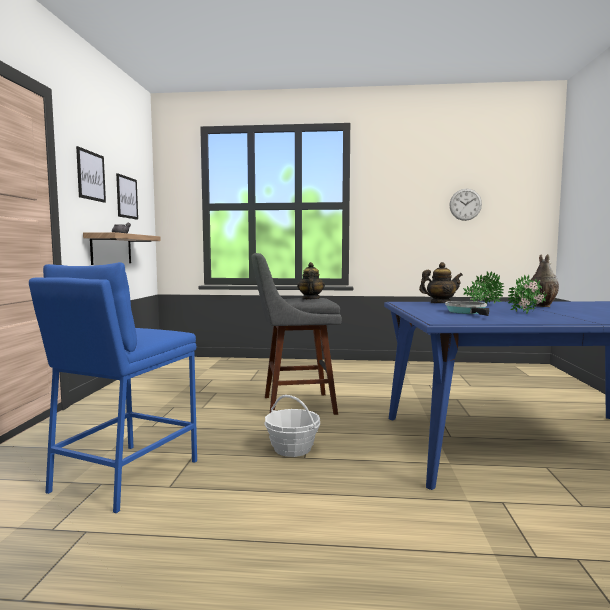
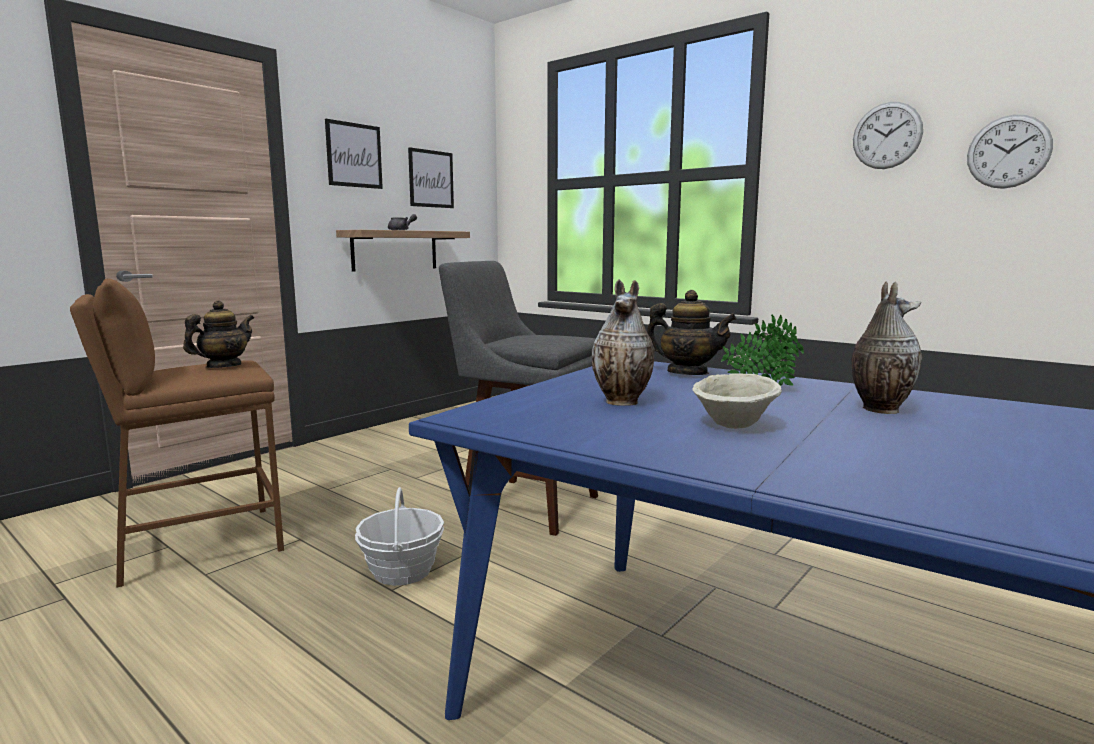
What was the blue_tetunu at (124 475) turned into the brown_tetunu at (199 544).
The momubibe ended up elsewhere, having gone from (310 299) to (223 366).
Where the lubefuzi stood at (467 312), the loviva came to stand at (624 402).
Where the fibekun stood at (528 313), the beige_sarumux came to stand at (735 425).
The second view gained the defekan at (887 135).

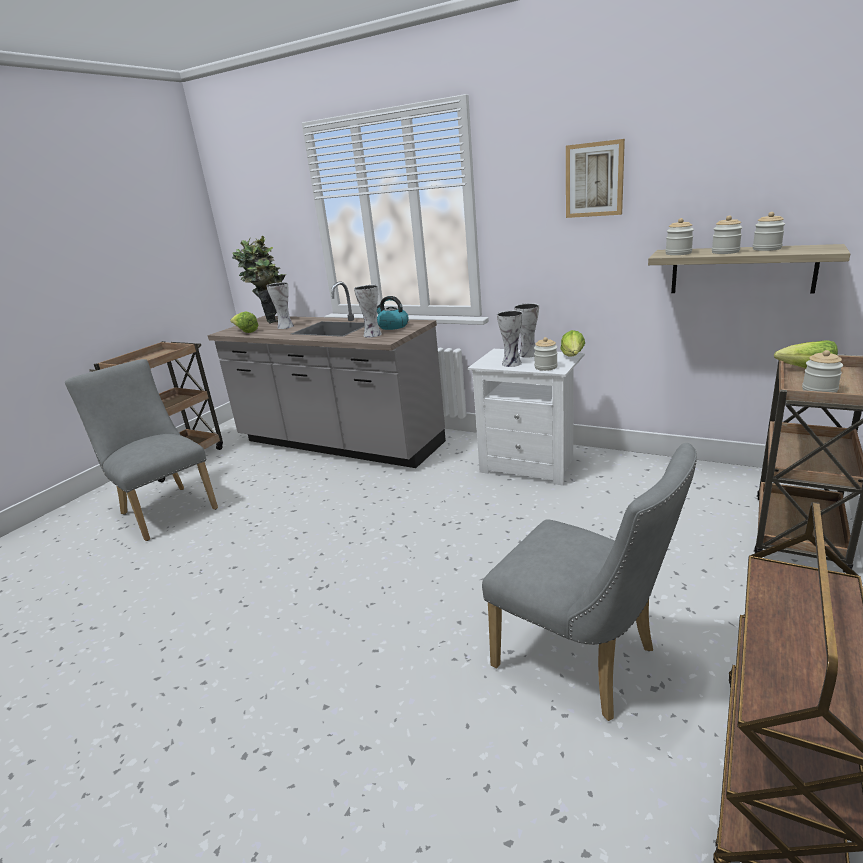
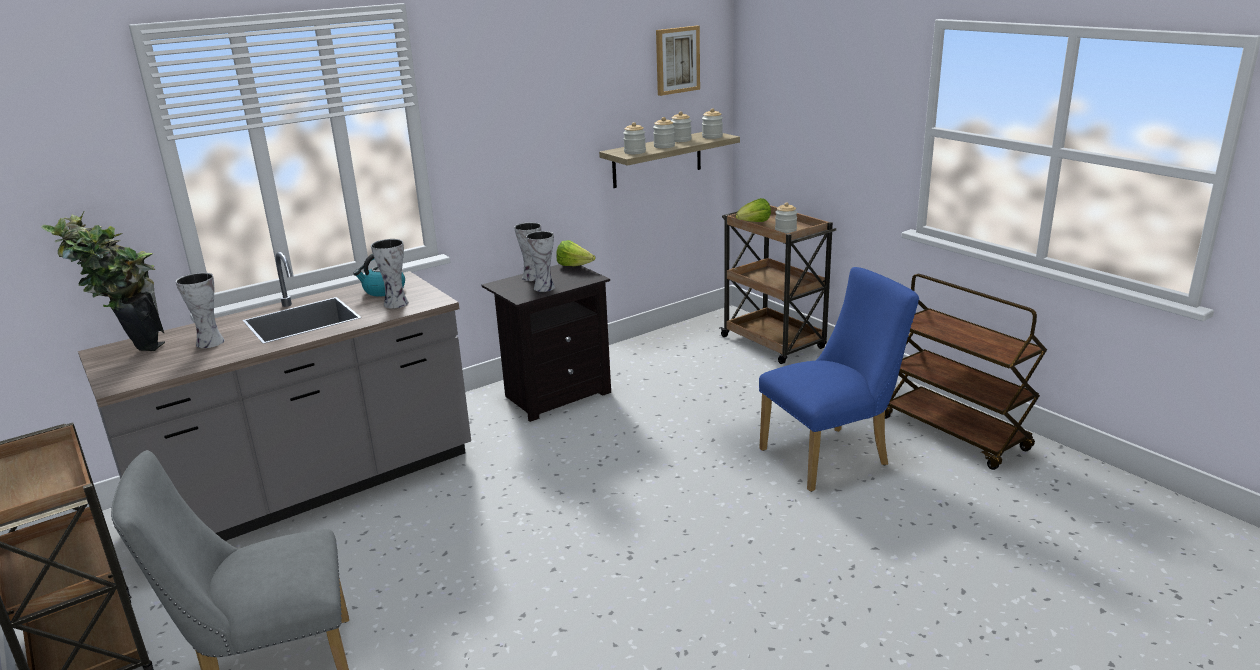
The second view lost the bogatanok at (245 332).
What was the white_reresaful at (530 465) turned into the black_reresaful at (555 395).
What was the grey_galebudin at (585 662) turned into the blue_galebudin at (832 456).
The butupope ended up elsewhere, having gone from (545 367) to (712 137).
The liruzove ended up elsewhere, having gone from (594 179) to (677 60).

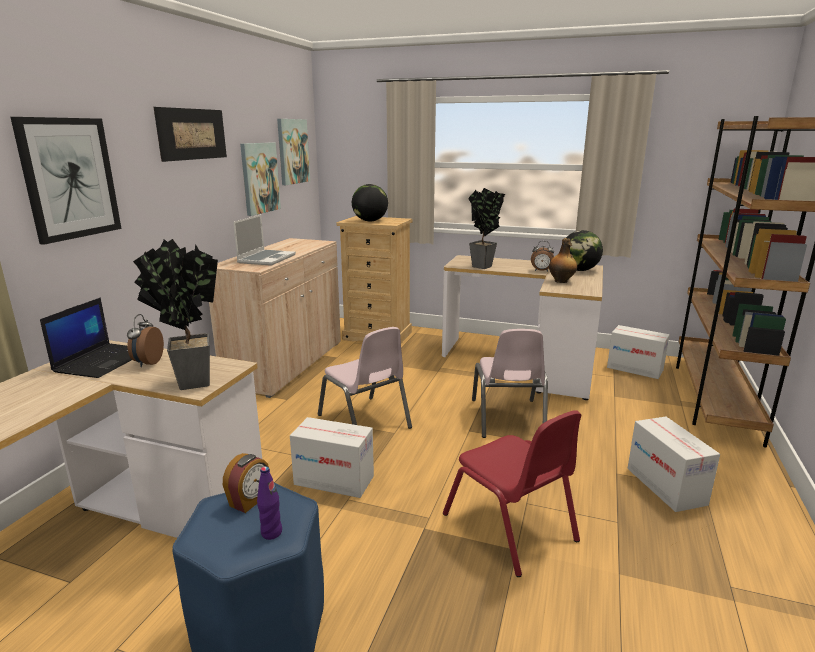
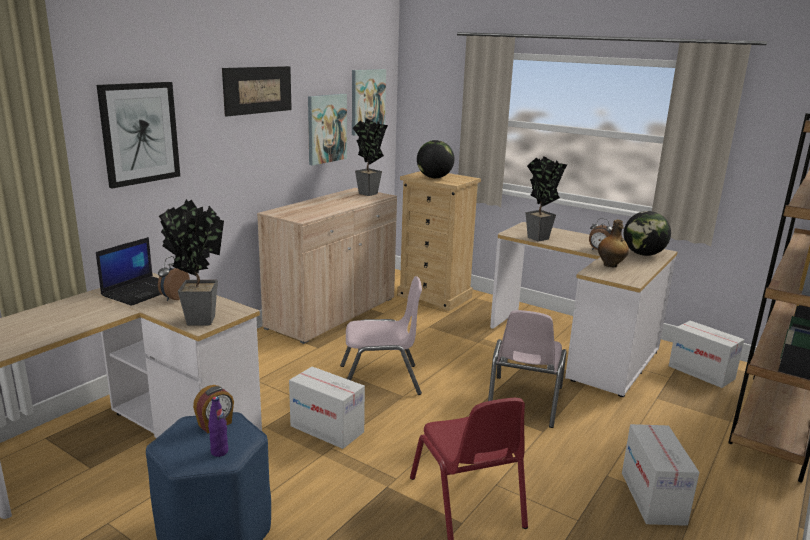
The second view lost the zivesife at (266 259).
The pink_galebudin at (364 421) ended up facing another way, 75 degrees counterclockwise from before.
The second view gained the fibekun at (369 194).

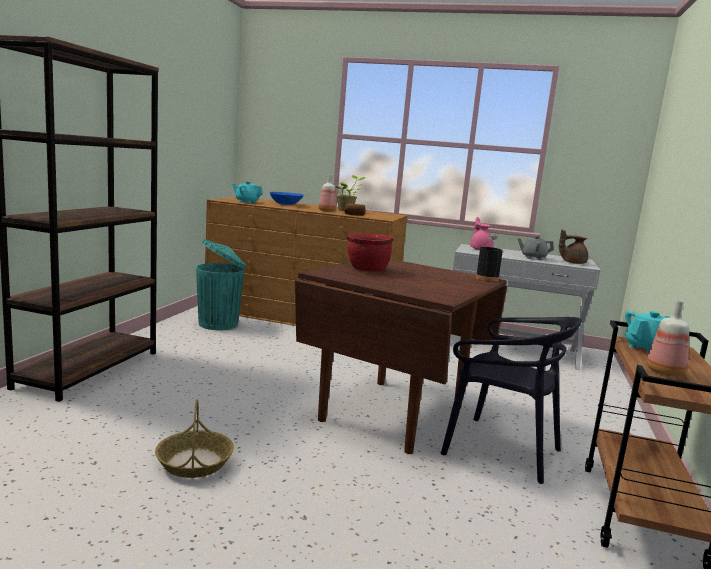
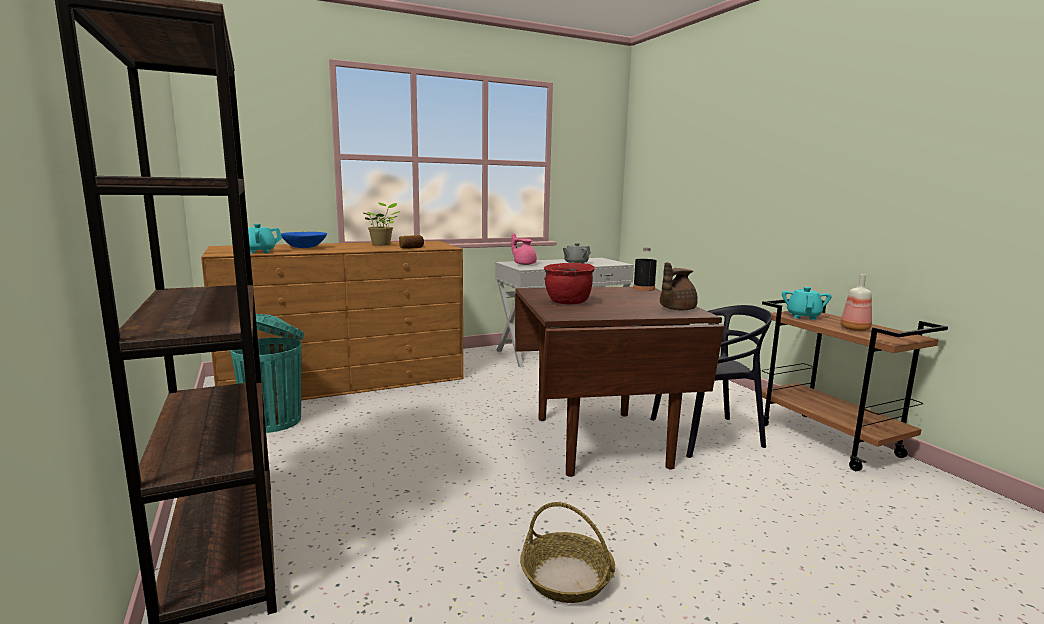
The second view lost the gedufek at (326 211).
The brown_momubibe ended up elsewhere, having gone from (572 262) to (675 309).

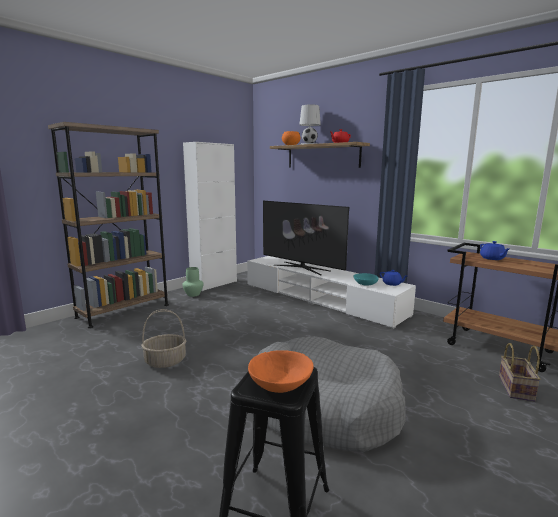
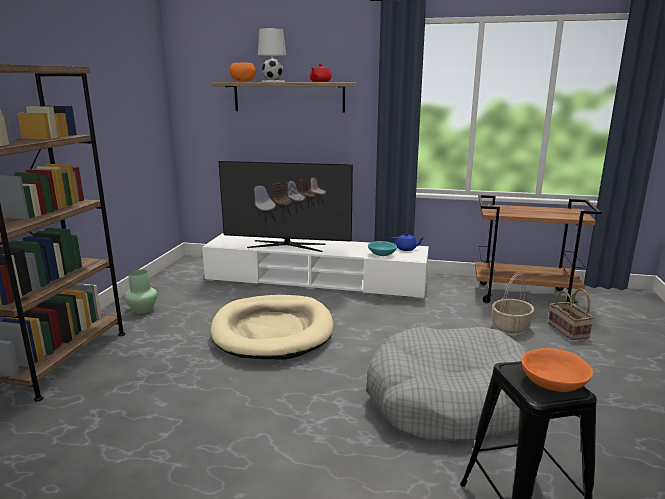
The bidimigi ended up elsewhere, having gone from (165 361) to (510 326).
The second view lost the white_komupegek at (214 284).
The second view lost the blue_momubibe at (492 258).
The second view gained the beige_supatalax at (273 331).

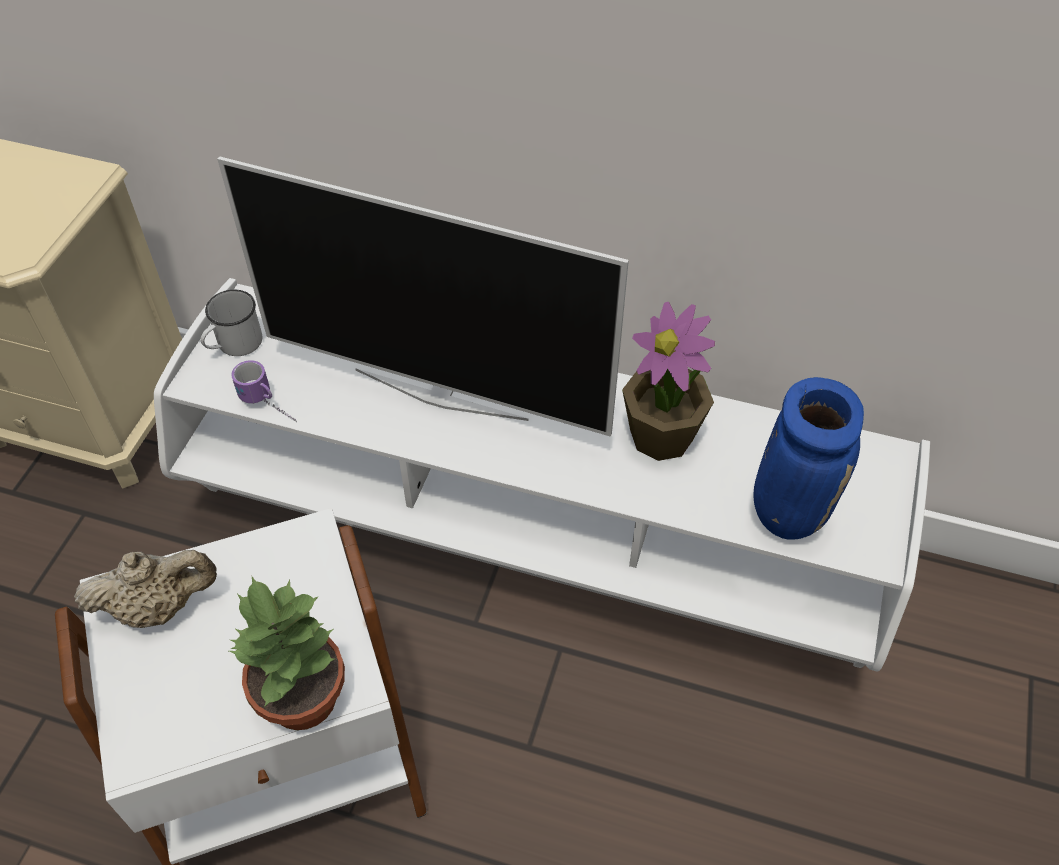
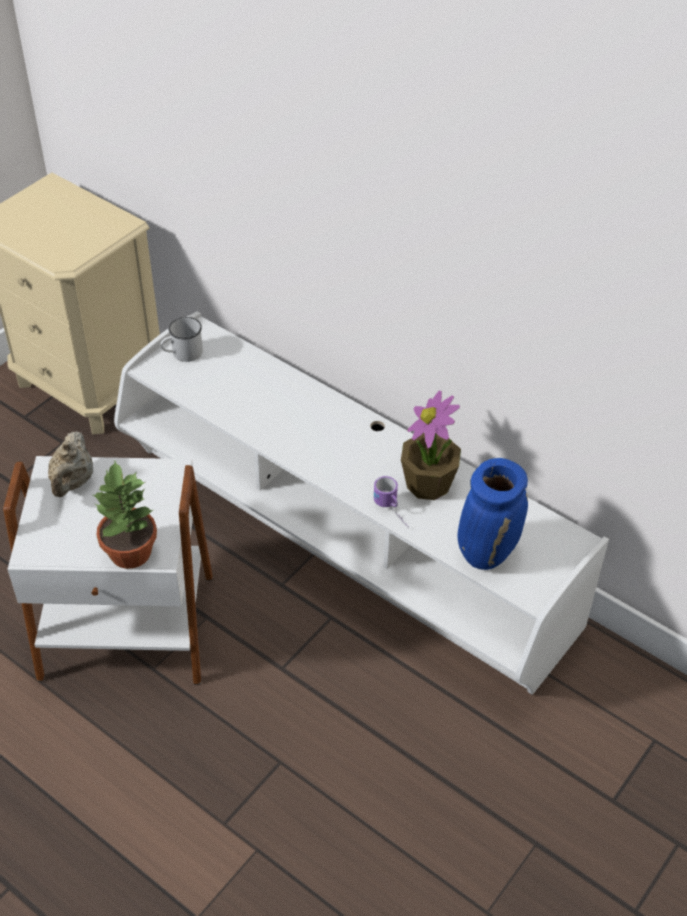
The beige_momubibe at (159 606) ended up facing another way, 90 degrees clockwise from before.
The second view lost the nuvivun at (441 392).
The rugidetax ended up elsewhere, having gone from (270 407) to (392 513).

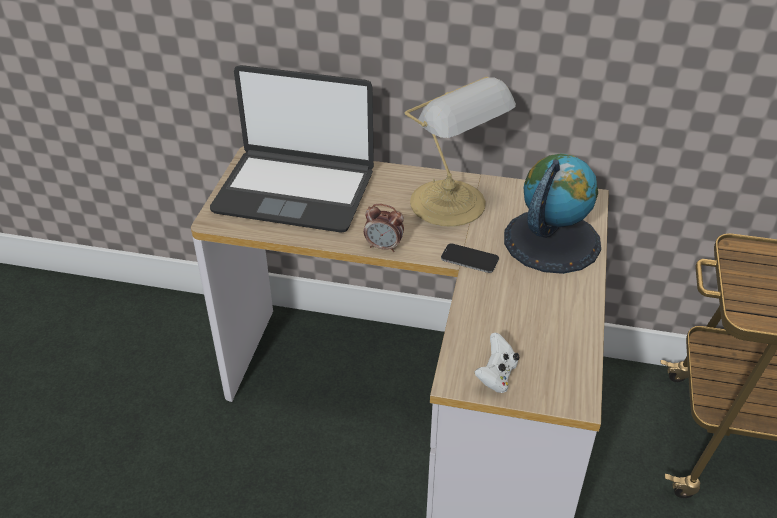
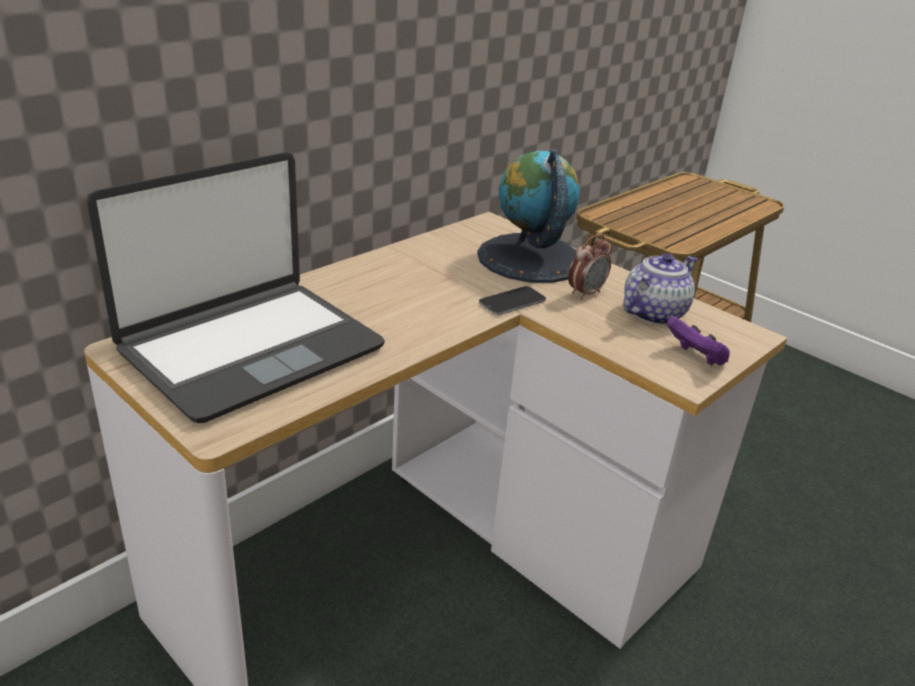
The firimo ended up elsewhere, having gone from (384 247) to (585 293).
The second view lost the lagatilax at (451 204).
What was the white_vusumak at (496 376) turned into the purple_vusumak at (695 358).
The second view gained the momubibe at (654 313).

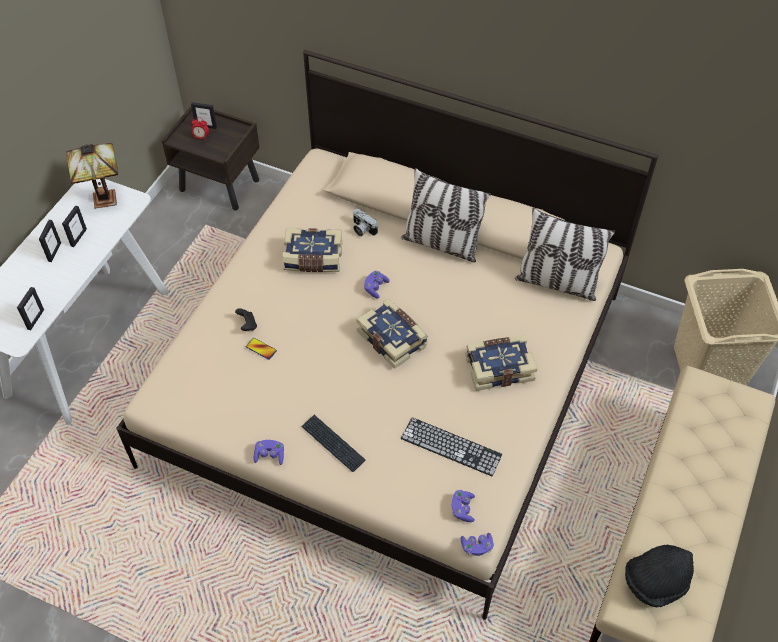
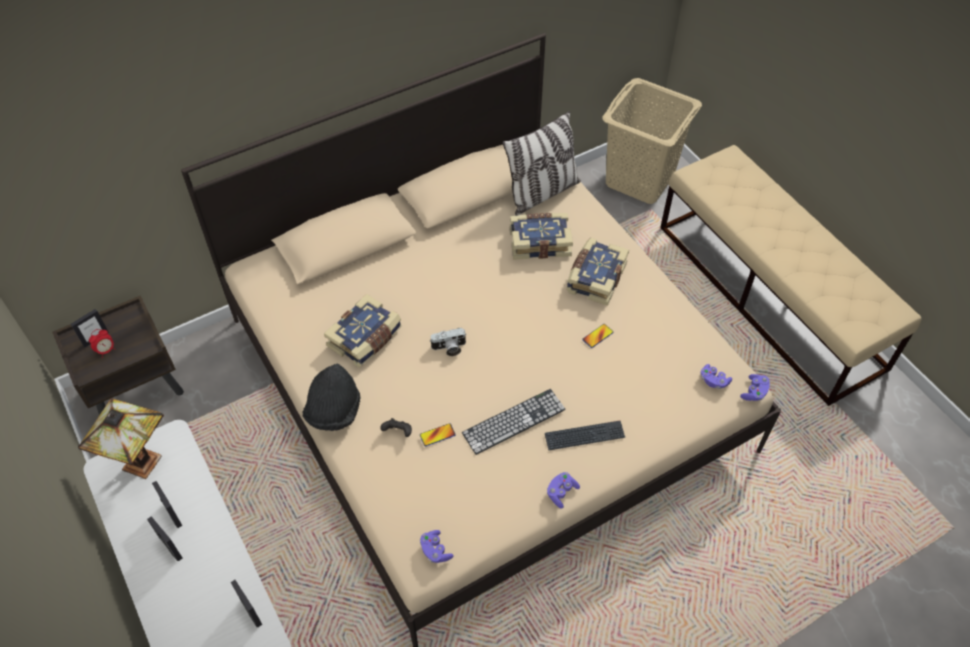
The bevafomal ended up elsewhere, having gone from (362 229) to (449 348).
The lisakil ended up elsewhere, having gone from (393 339) to (539 242).
The purple_vusumak ended up elsewhere, having gone from (375 288) to (435 550).
The second view lost the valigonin at (441 244).
The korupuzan ended up elsewhere, having gone from (451 446) to (514 421).
The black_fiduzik ended up elsewhere, having gone from (655 582) to (334 411).
The second view gained the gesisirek at (597 336).

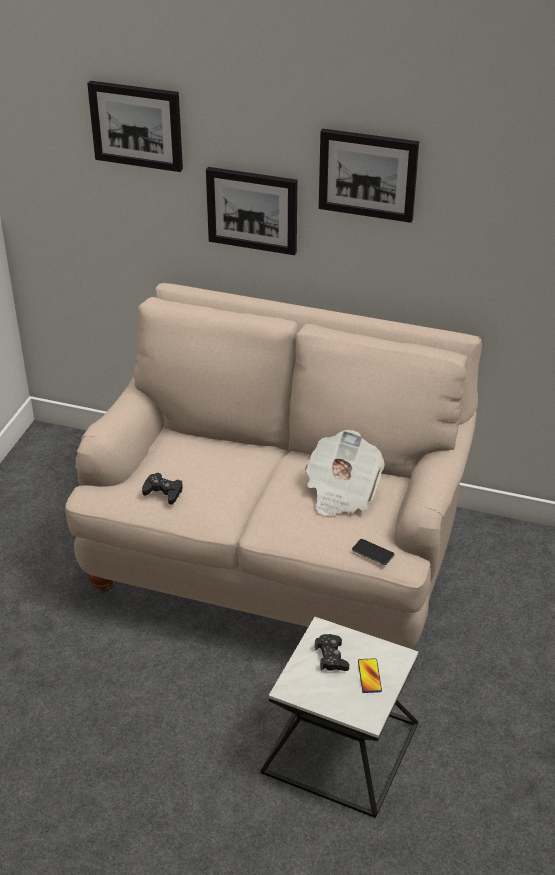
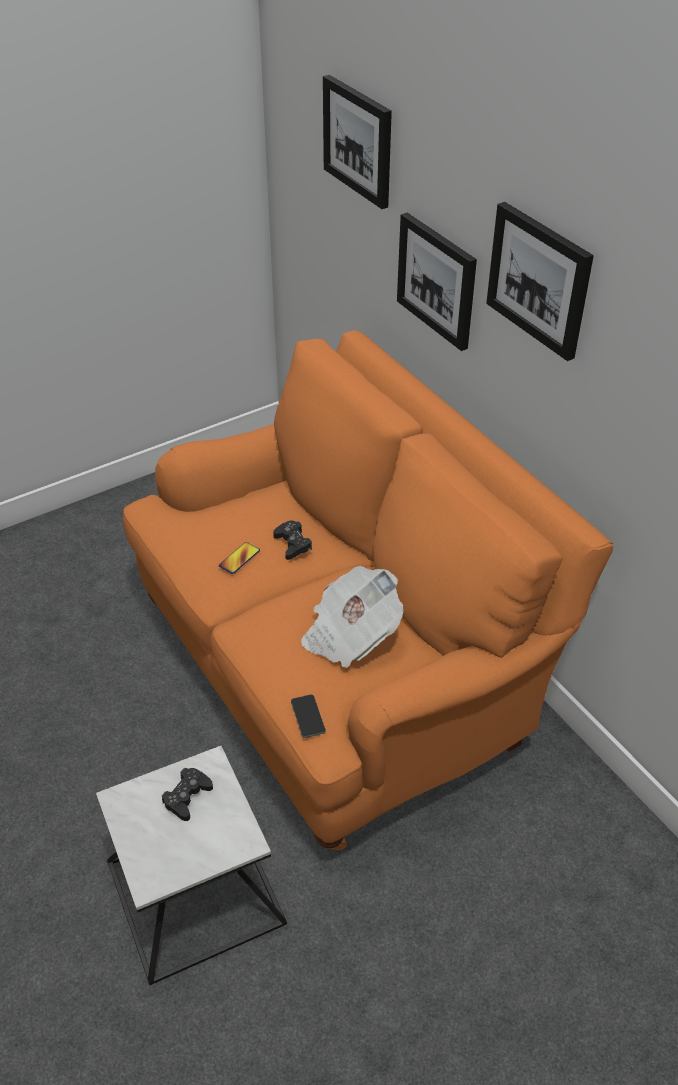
What was the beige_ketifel at (278 557) turned into the orange_ketifel at (340 669).
The black_vusumak ended up elsewhere, having gone from (163 492) to (292 544).
The gesisirek ended up elsewhere, having gone from (369 676) to (239 558).

